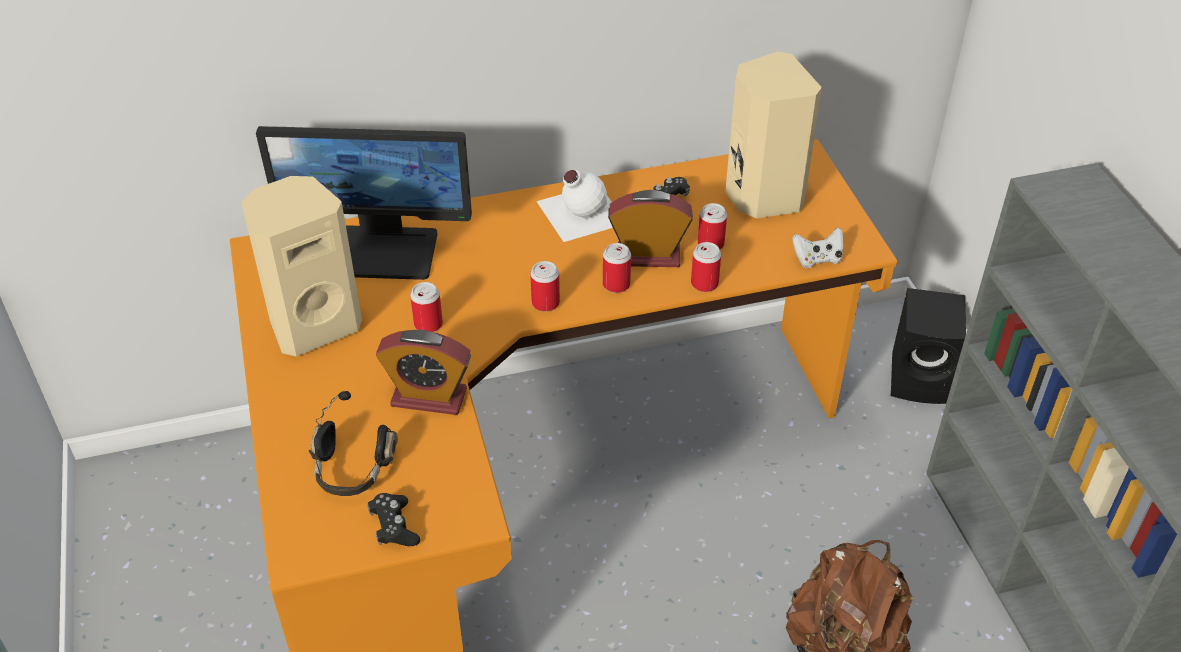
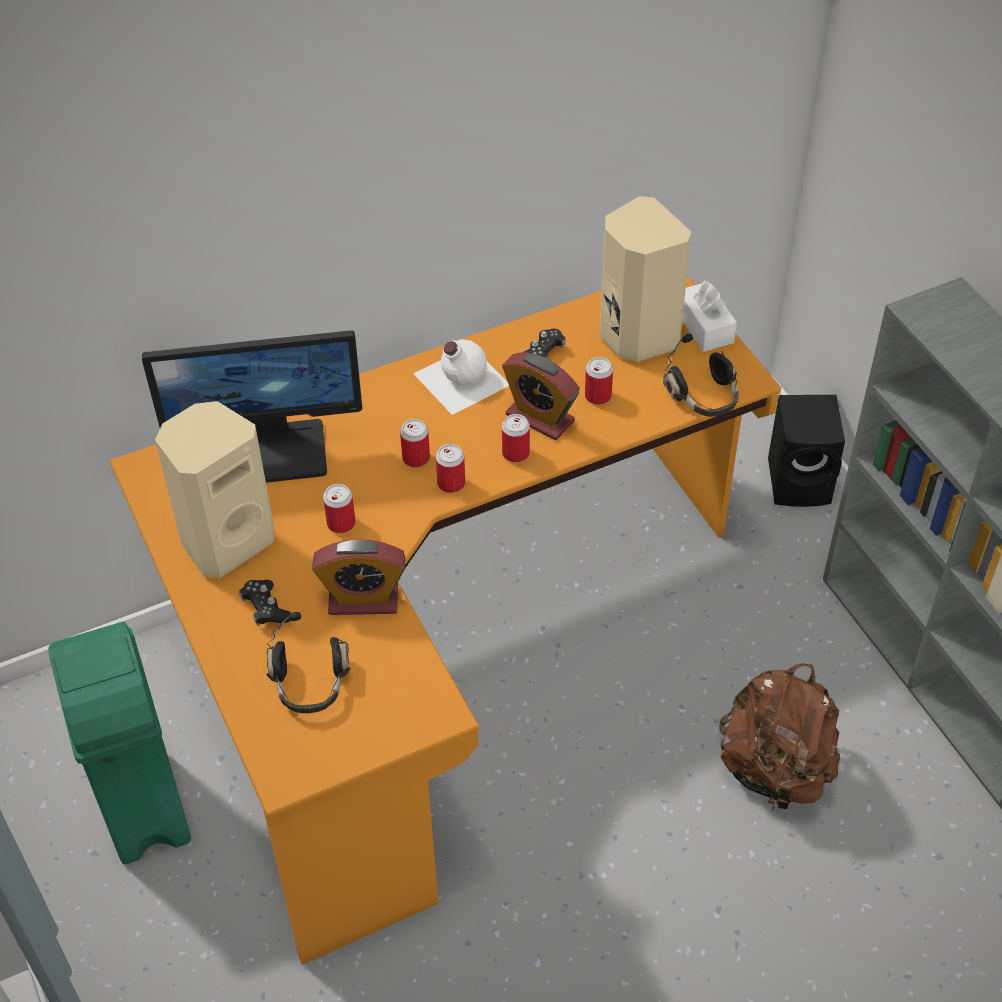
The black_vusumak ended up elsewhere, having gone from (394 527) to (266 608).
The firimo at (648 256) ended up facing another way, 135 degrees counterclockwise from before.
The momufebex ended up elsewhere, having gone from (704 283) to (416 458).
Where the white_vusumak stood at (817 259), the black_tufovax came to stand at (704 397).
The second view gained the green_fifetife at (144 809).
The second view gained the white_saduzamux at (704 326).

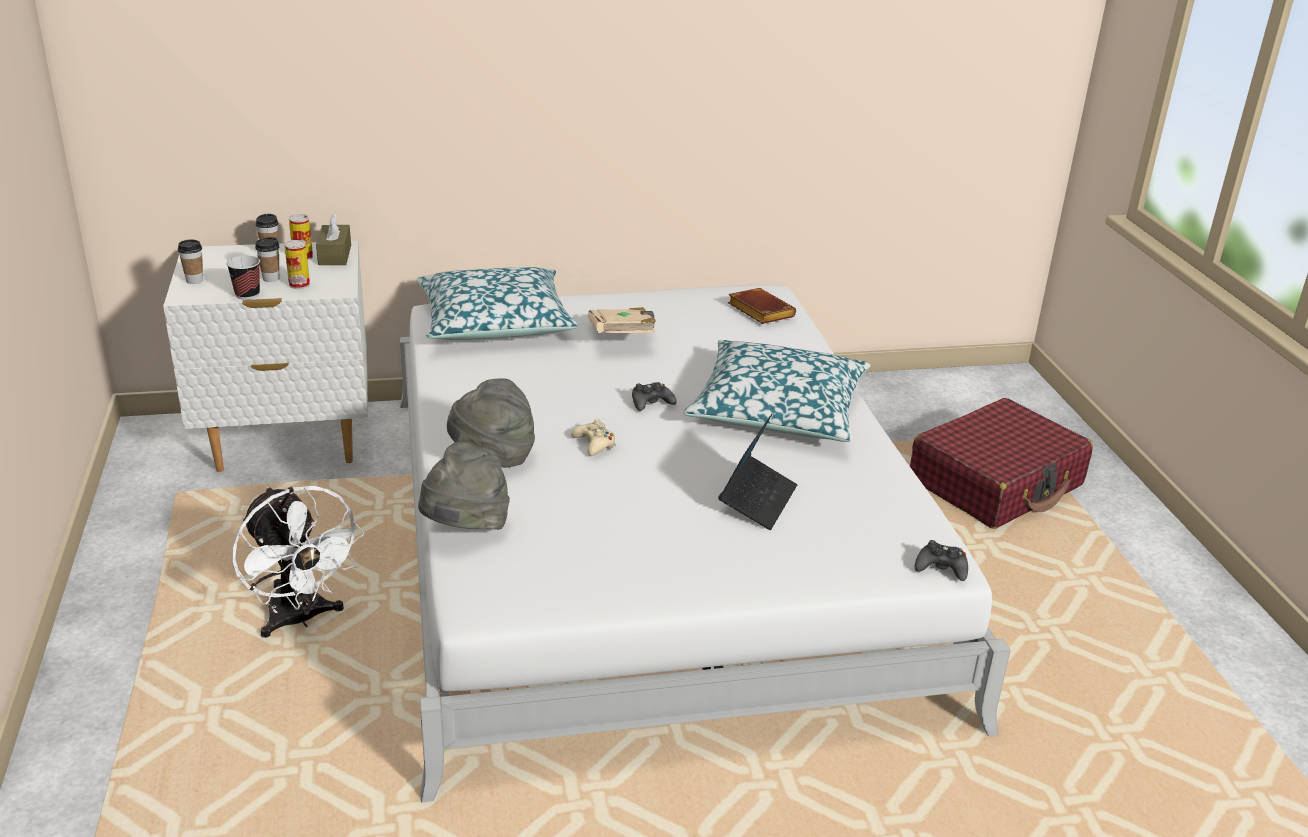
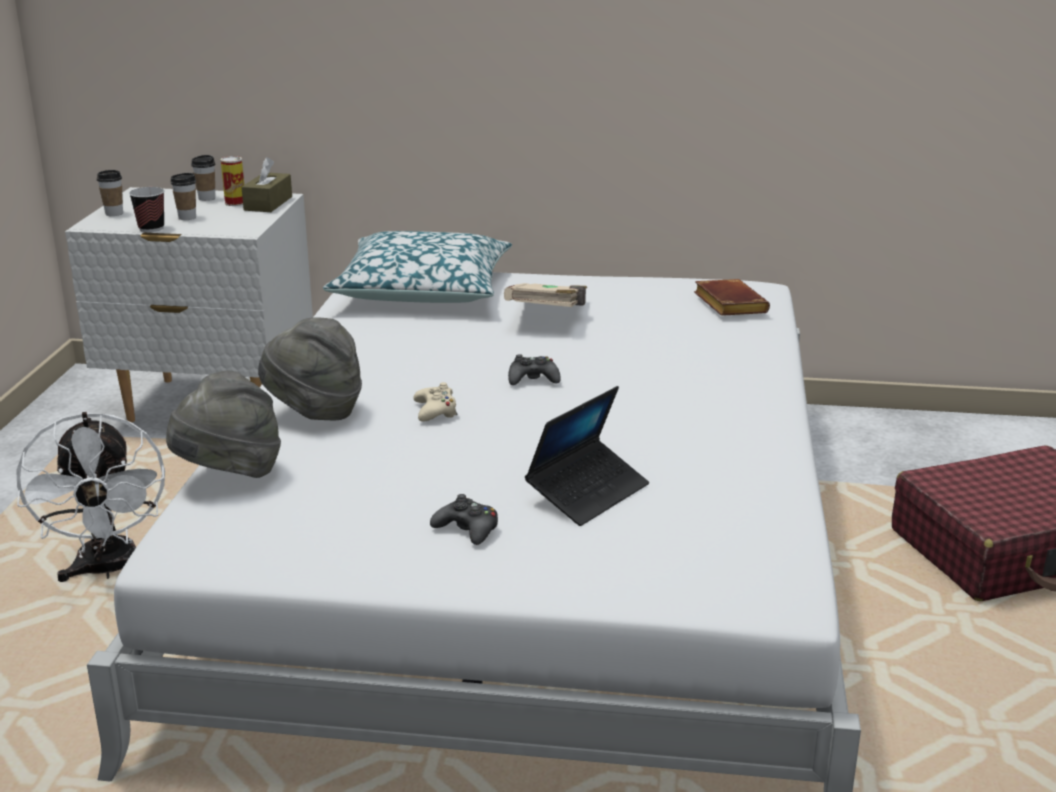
The second view lost the momufebex at (299 284).
The second view lost the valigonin at (778 410).
The black_vusumak ended up elsewhere, having gone from (941 568) to (467 529).

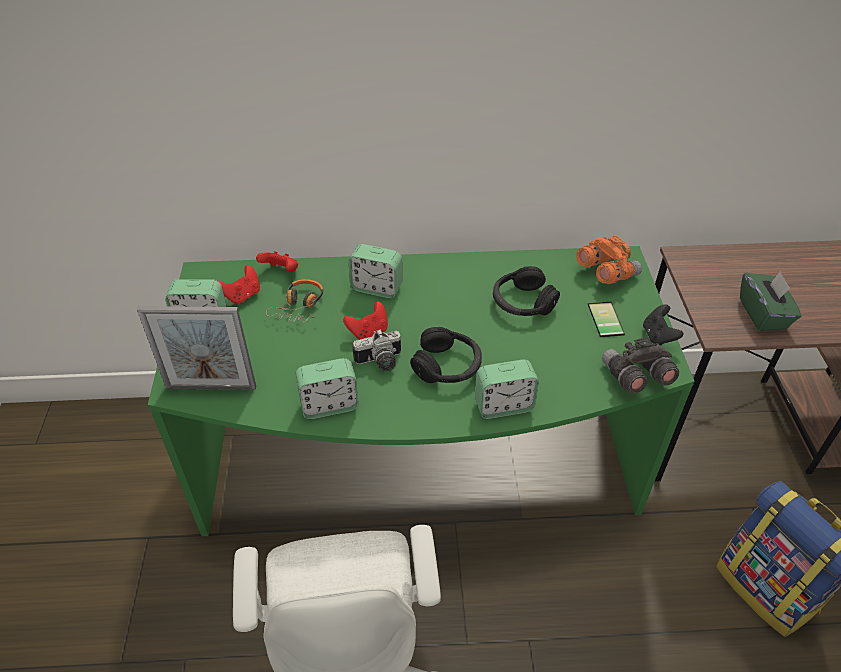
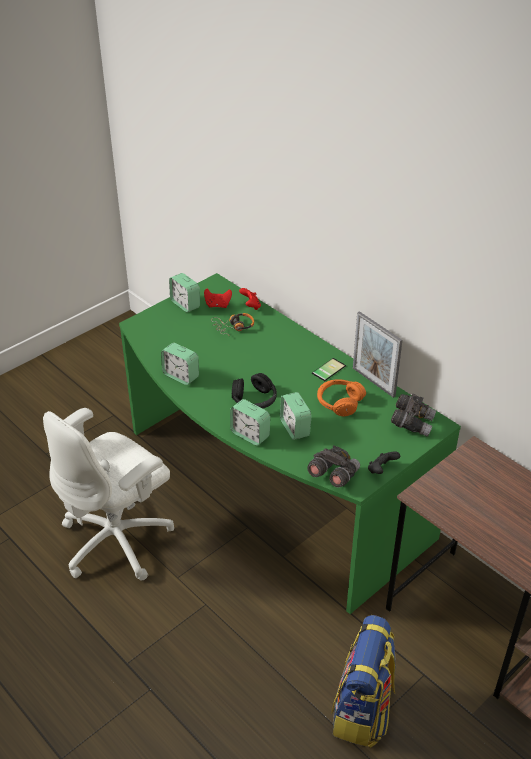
The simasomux ended up elsewhere, having gone from (211 387) to (373 382).
The second view lost the red_vusumak at (368 332).
The firimo ended up elsewhere, having gone from (376 288) to (295 428).
The second view lost the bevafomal at (380 362).
What was the black_tufovax at (522 302) turned into the orange_tufovax at (339 402).
What was the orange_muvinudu at (605 273) turned into the grey_muvinudu at (412 423).
The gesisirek ended up elsewhere, having gone from (603 319) to (327 369).
The second view lost the green_saduzamux at (763 314).

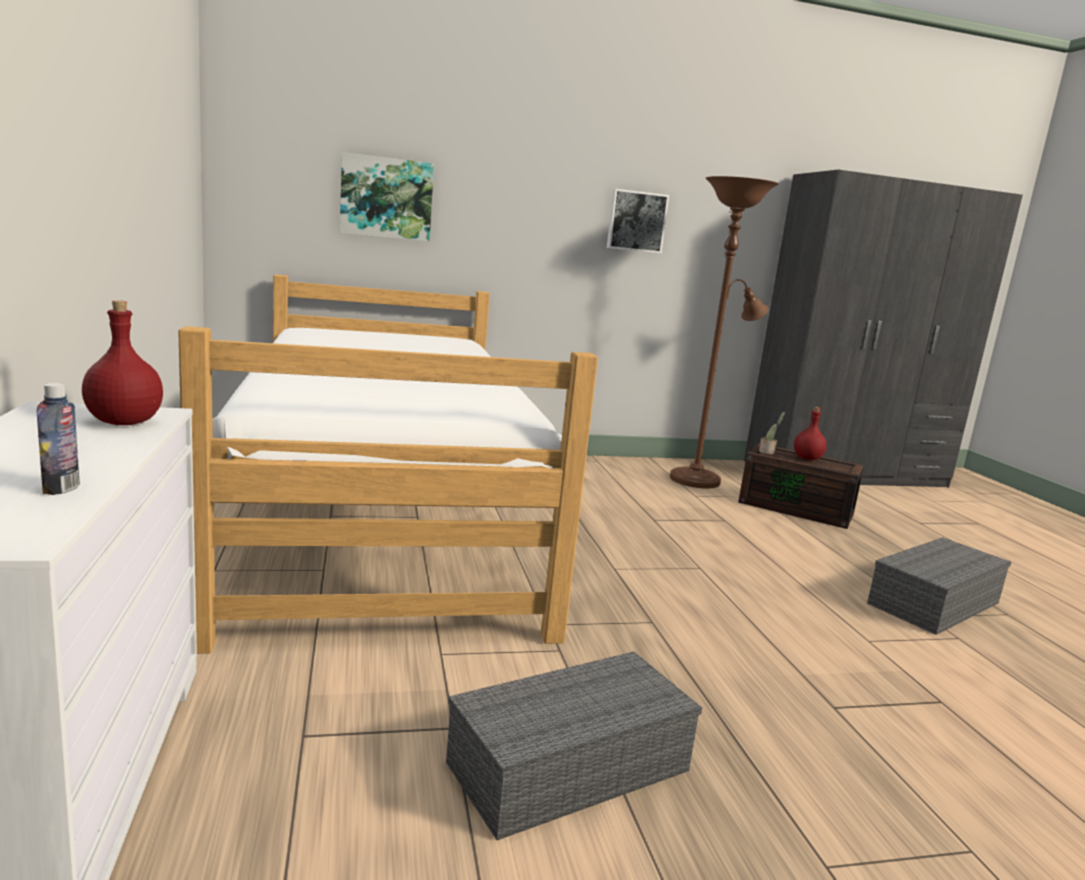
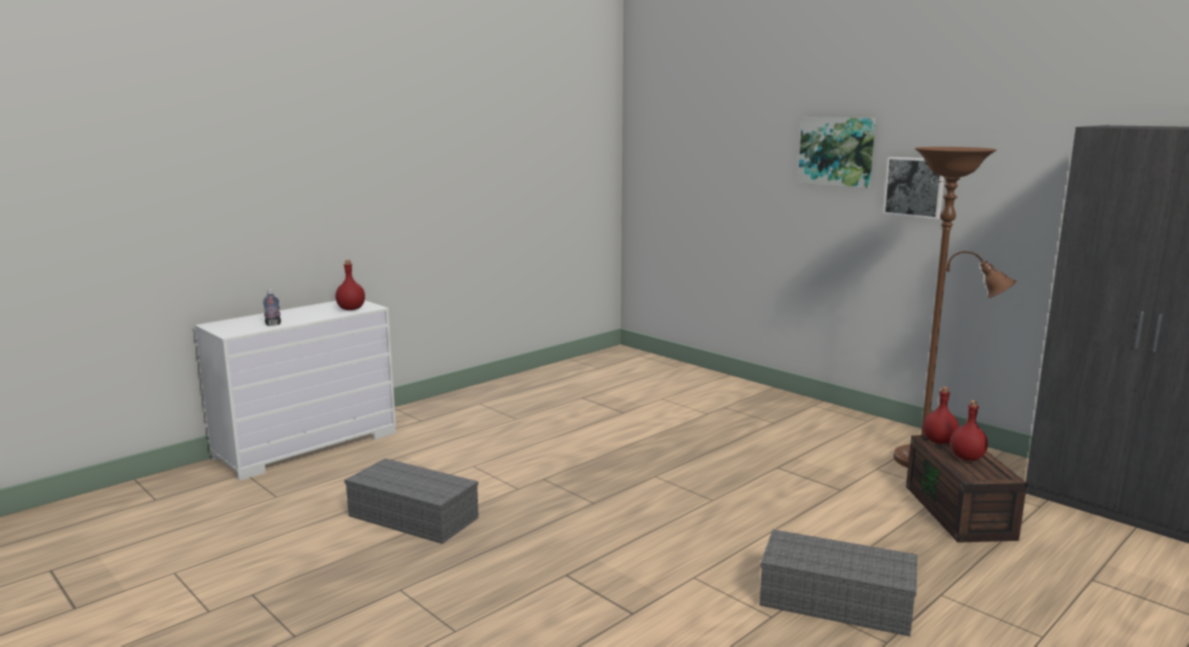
The second view lost the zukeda at (382 519).
The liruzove ended up elsewhere, having gone from (386 198) to (837 151).
Where the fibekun stood at (767 452), the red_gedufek came to stand at (938 441).

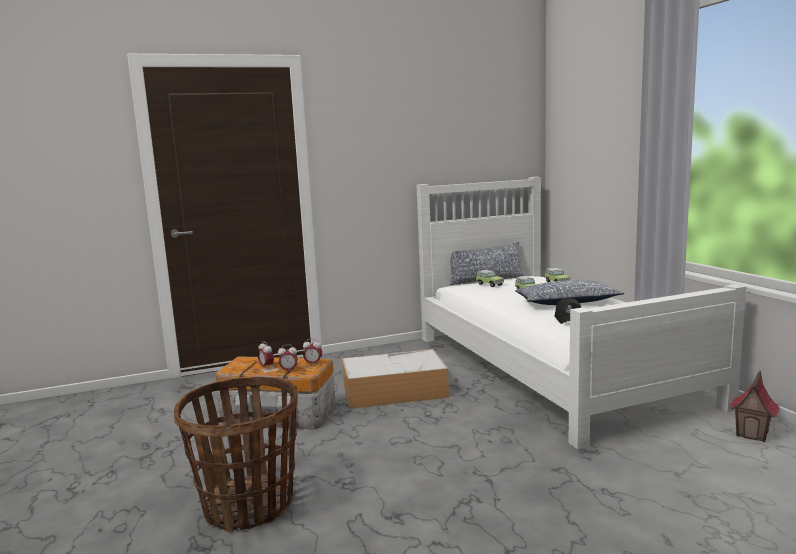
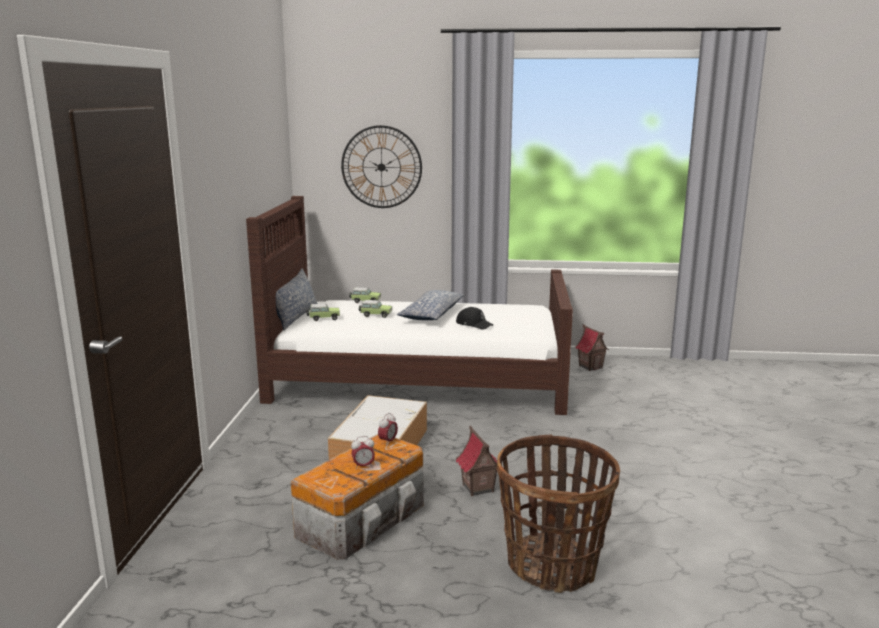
The second view lost the firimo at (288 370).
What was the white_zukeda at (550 368) turned into the brown_zukeda at (418 379).
The second view gained the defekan at (381 167).
The second view gained the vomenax at (477 488).

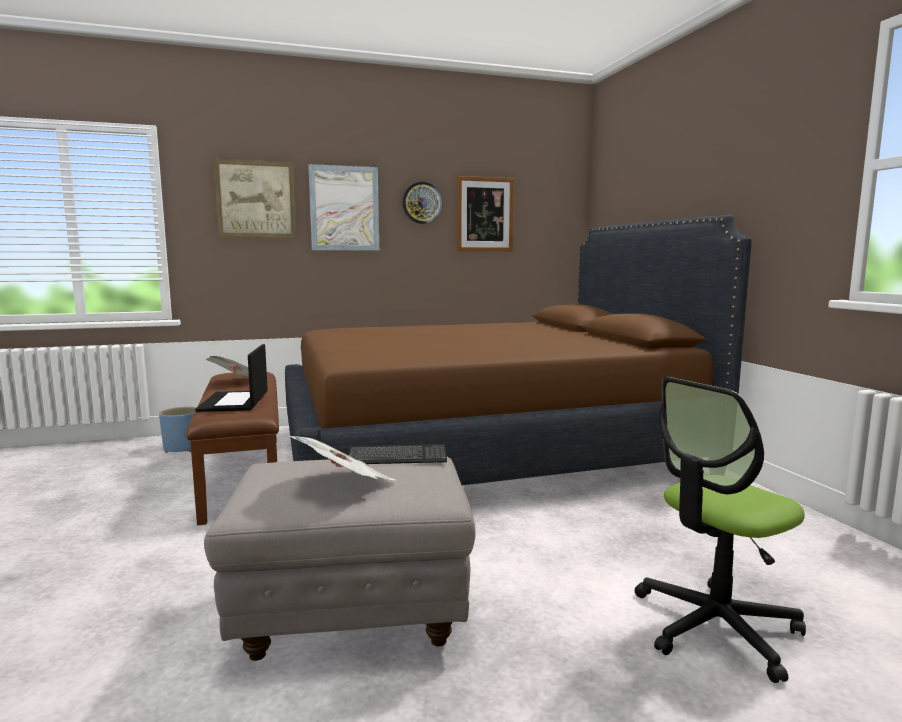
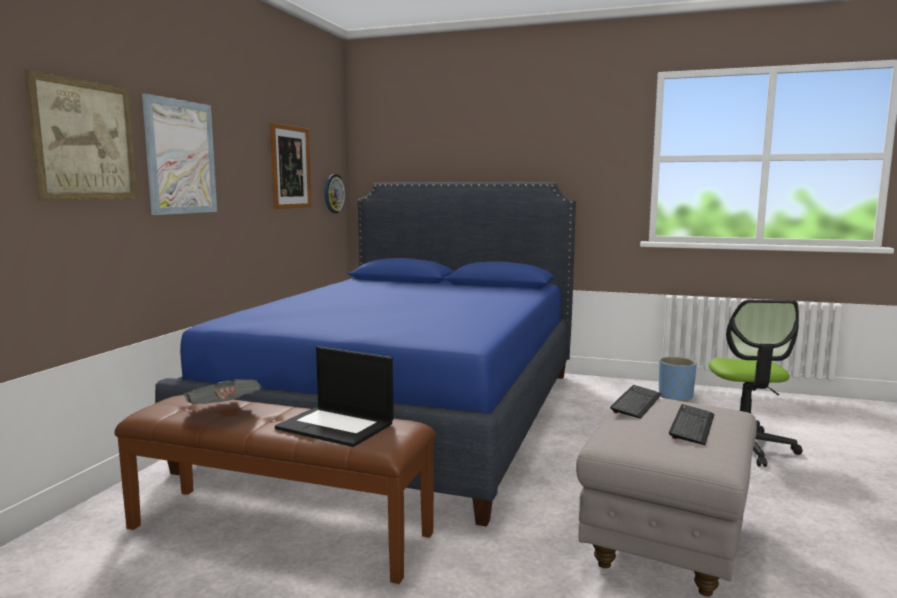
The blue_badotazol ended up elsewhere, having gone from (182 448) to (675 396).
What was the brown_zukeda at (485 451) turned into the blue_zukeda at (408 414).
Where the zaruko stood at (345 484), the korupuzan came to stand at (692 426).
The defekan ended up elsewhere, having gone from (422 203) to (334 193).

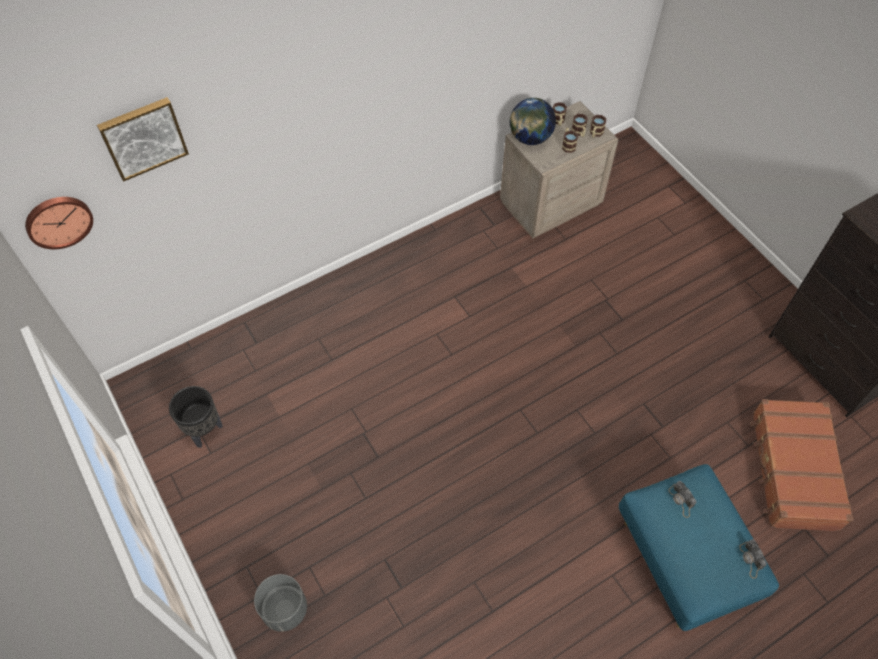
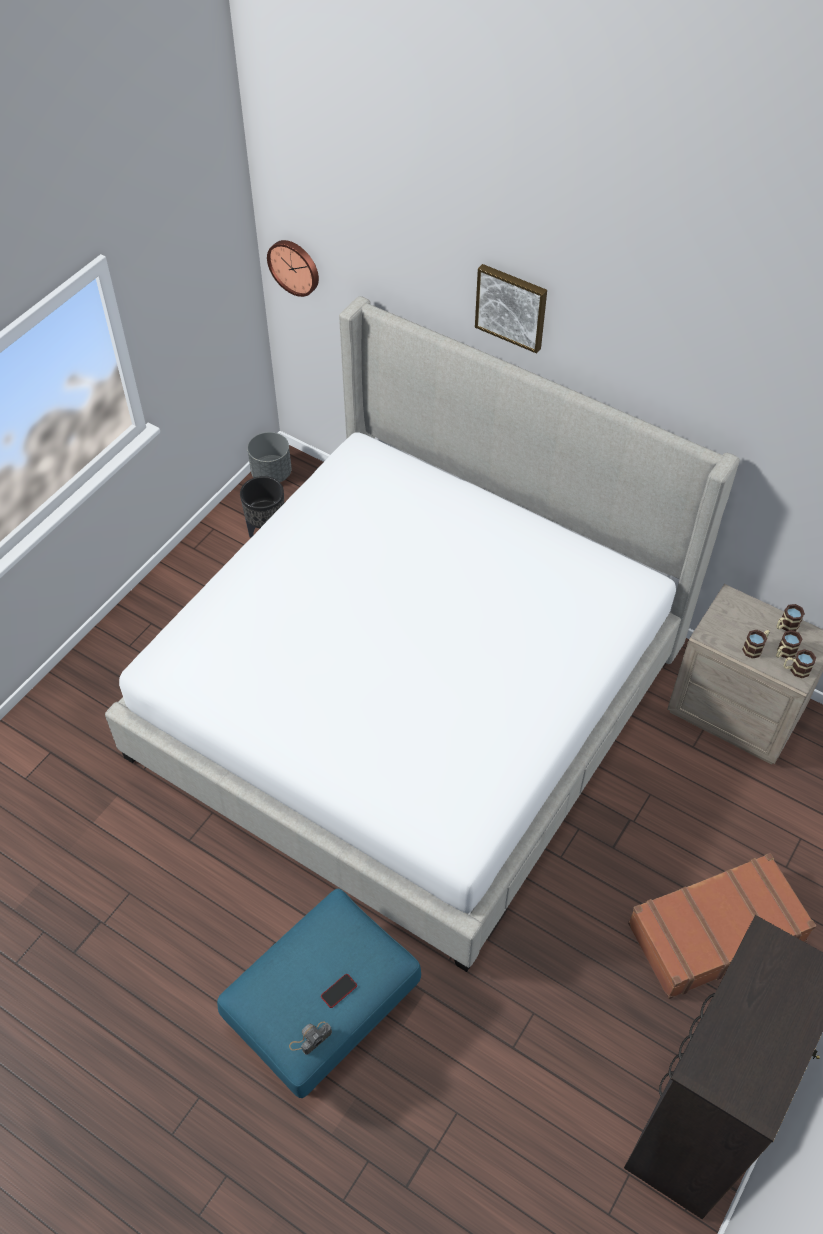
The liruzove ended up elsewhere, having gone from (143 137) to (512 306).
The grey_badotazol ended up elsewhere, having gone from (284 609) to (271 473).
The second view lost the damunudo at (530 138).
The second view lost the bevafomal at (681 500).
The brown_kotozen ended up elsewhere, having gone from (792 470) to (714 932).
The second view gained the zukeda at (411 698).
The second view gained the gesisirek at (339 991).

